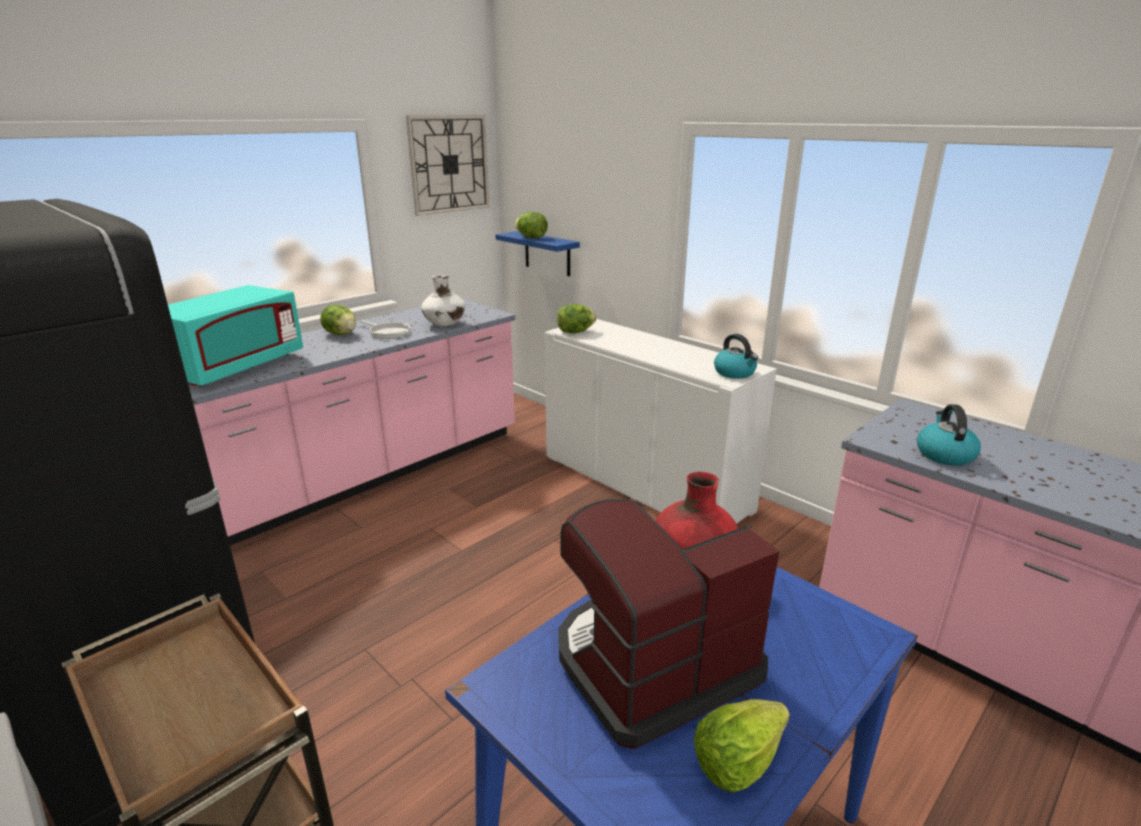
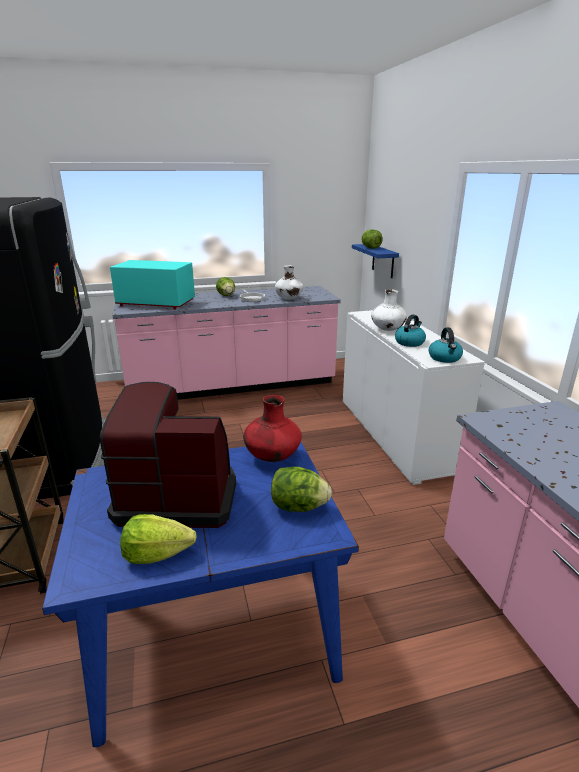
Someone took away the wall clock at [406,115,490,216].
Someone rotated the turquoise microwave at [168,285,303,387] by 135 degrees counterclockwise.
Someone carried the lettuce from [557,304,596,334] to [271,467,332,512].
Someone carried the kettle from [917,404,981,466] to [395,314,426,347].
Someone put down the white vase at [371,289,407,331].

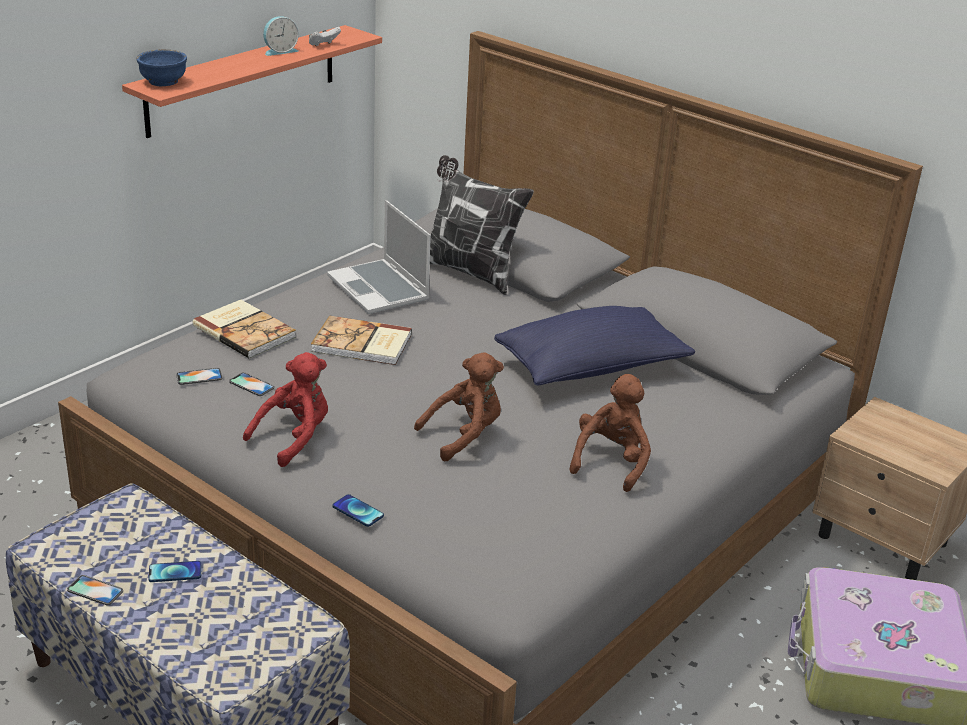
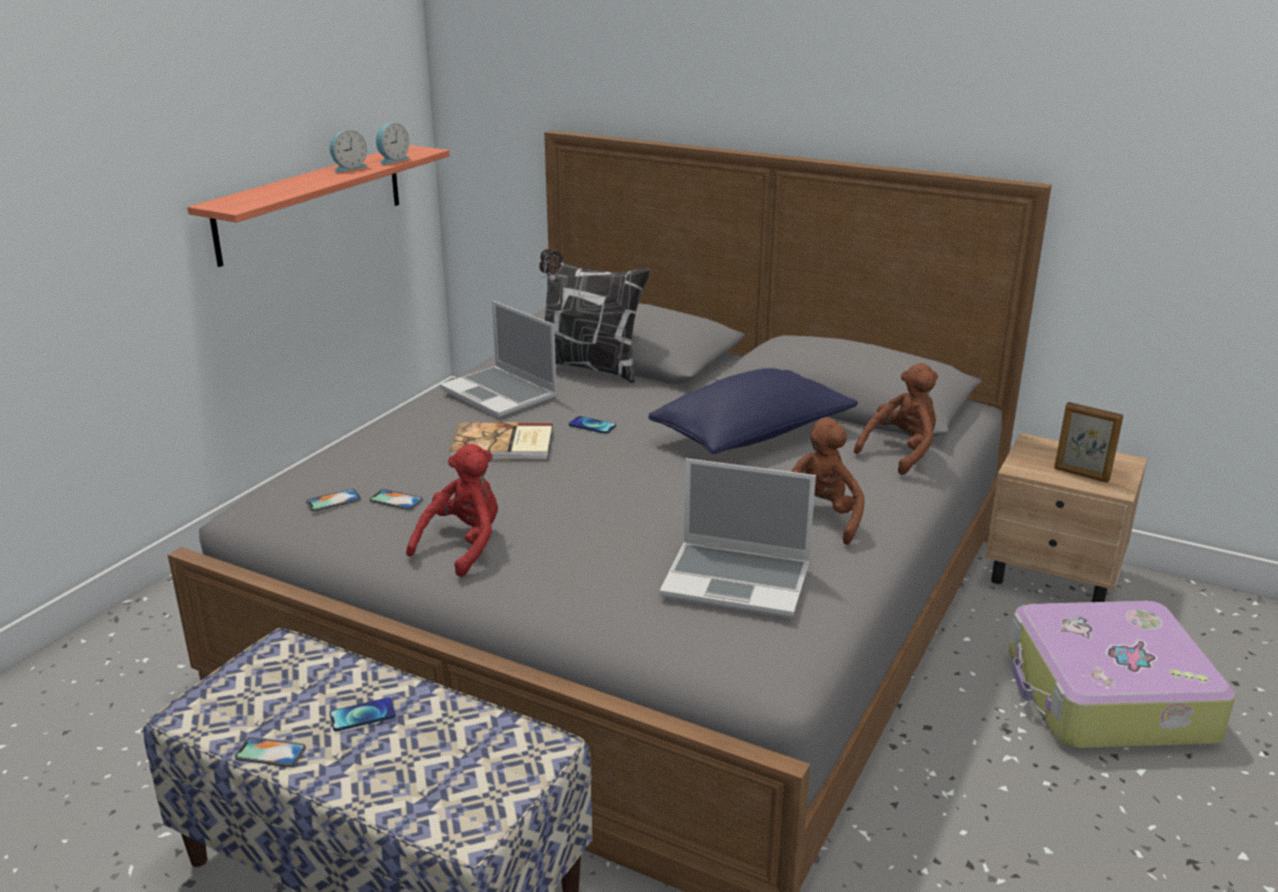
Someone swapped the white game controller at [309,27,341,46] for the alarm clock at [376,123,410,164].
Someone took away the blue bowl at [136,49,187,86].
Someone took away the book at [193,300,296,359].
Someone carried the brown plush toy from [414,352,504,461] to [854,363,938,475].
Someone carried the phone from [332,494,384,527] to [569,416,616,434].
Someone put down the picture frame at [1054,402,1123,483].
Someone put down the laptop at [660,458,816,618].

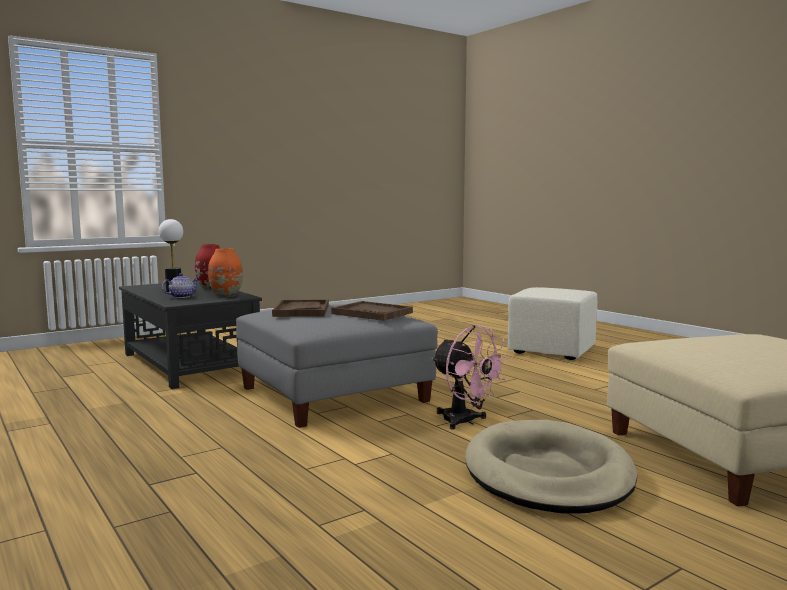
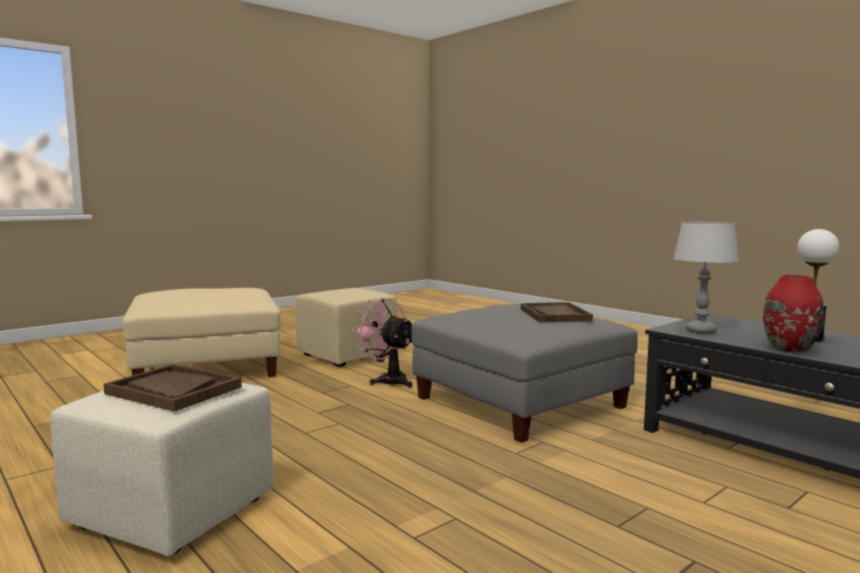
Someone swapped the orange vase at [208,248,243,297] for the grey table lamp at [673,222,739,334].
Someone took away the teapot at [162,273,199,298].
Someone carried the brown tray from [331,301,413,321] to [103,364,242,412].
Someone swapped the beige dog bed at [465,420,637,514] for the beige ottoman at [296,288,398,366].

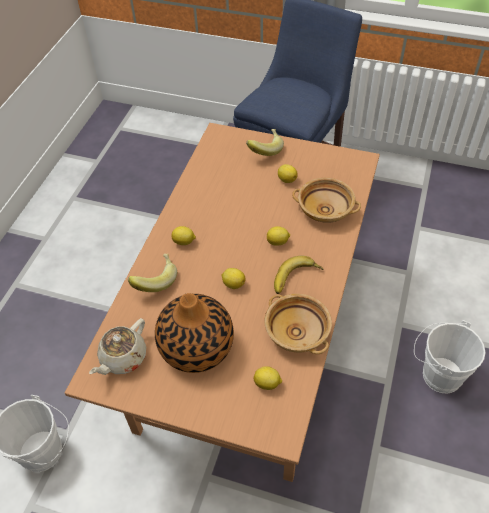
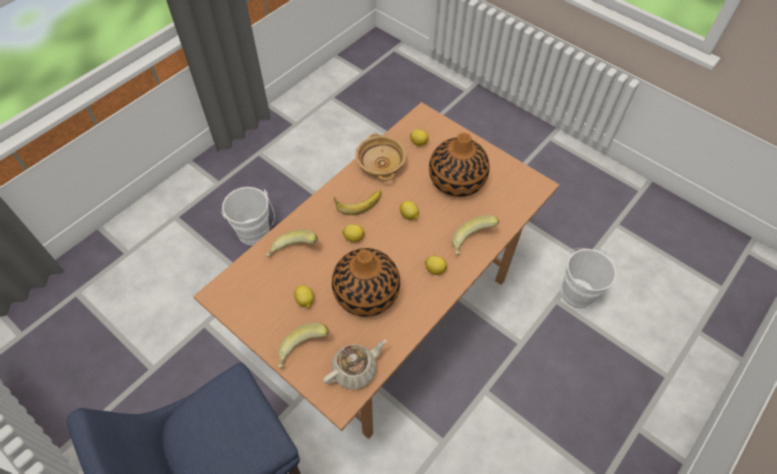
Someone swapped the beige bowl at [292,178,361,223] for the banana at [265,229,318,256].
Someone carried the beige teapot from [89,318,146,375] to [323,340,387,389].
Someone put down the vase at [332,248,400,317].

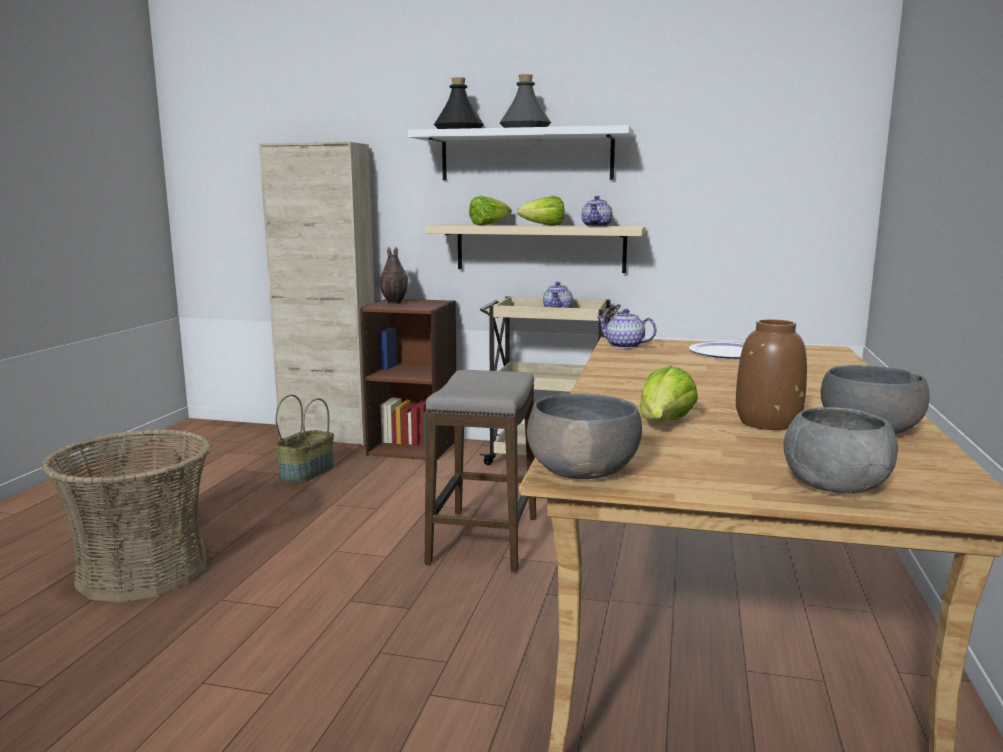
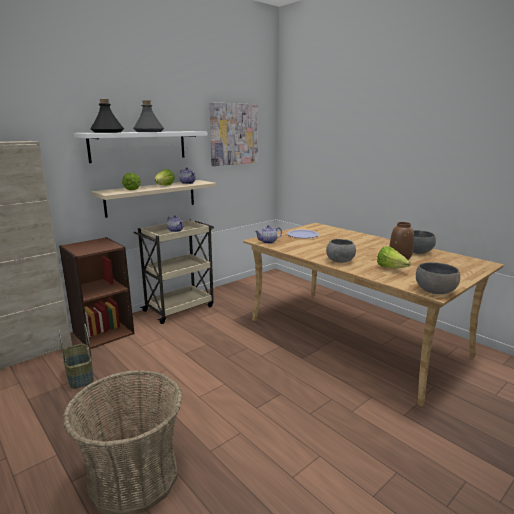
Someone took away the vase at [380,247,408,304].
Someone took away the stool at [425,370,536,573].
Someone carried the grey bowl from [784,407,898,494] to [326,239,356,263].
Someone put up the picture at [209,102,258,166].

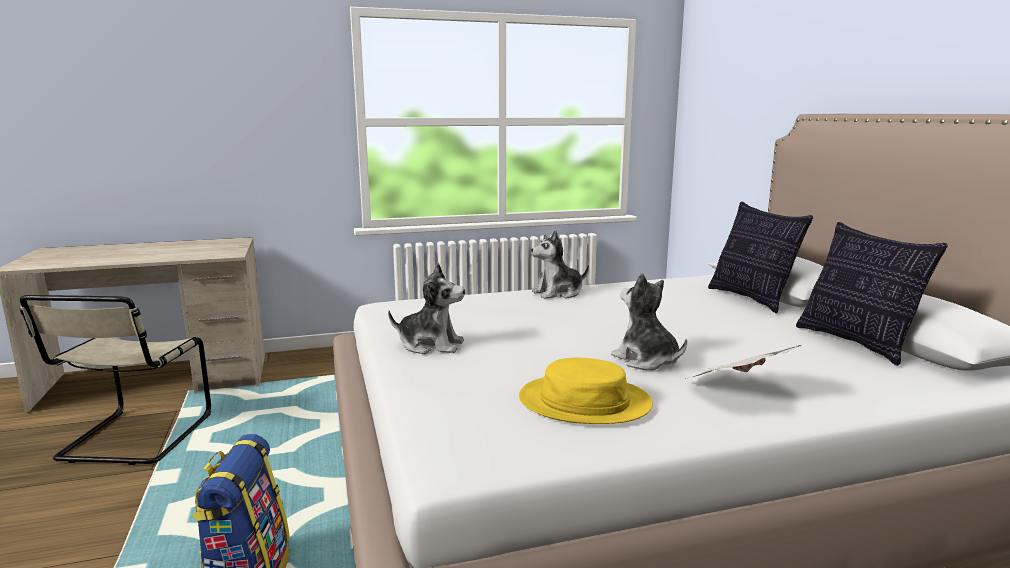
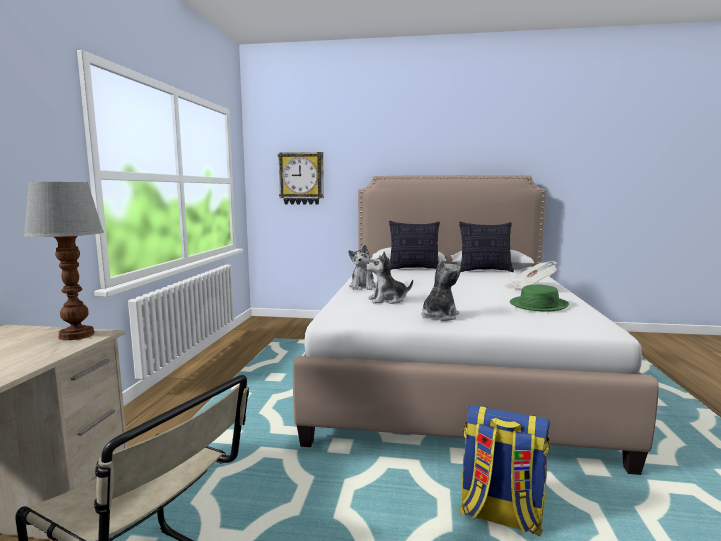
Someone carried the plush toy from [611,273,687,370] to [366,251,413,304].
Someone repainted the yellow hat at [519,358,653,424], which became the green hat at [510,285,569,312].
Someone put up the wall clock at [278,152,324,205].
Someone put down the table lamp at [23,182,104,340].

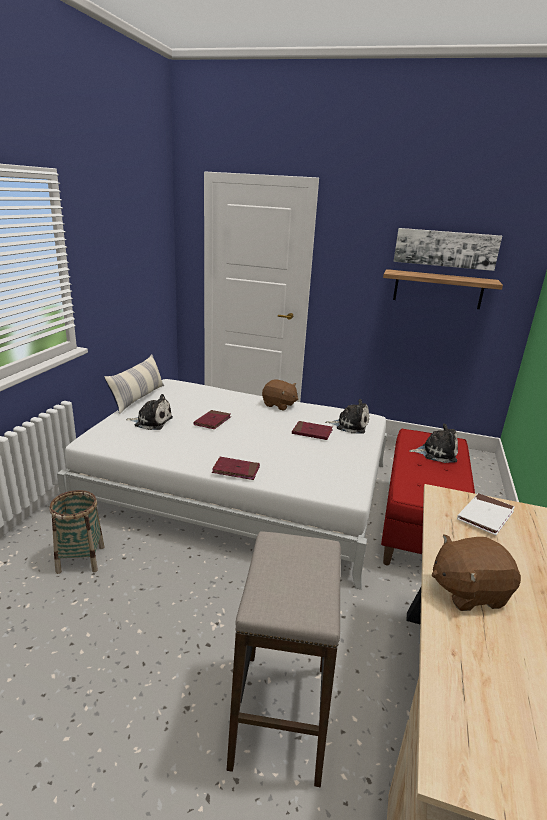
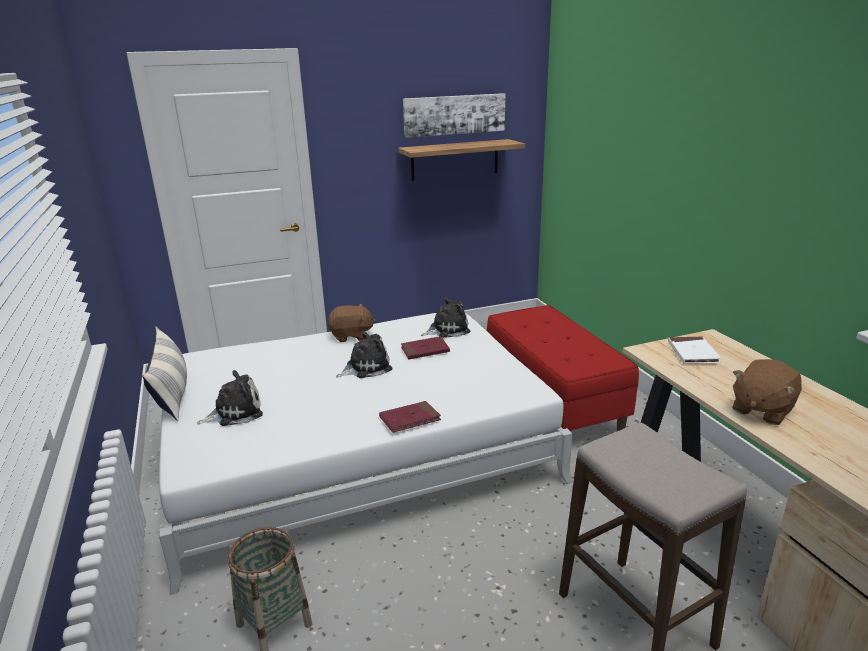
Someone took away the red book at [194,410,231,429].
Someone carried the plush toy from [409,424,458,463] to [336,331,392,378].

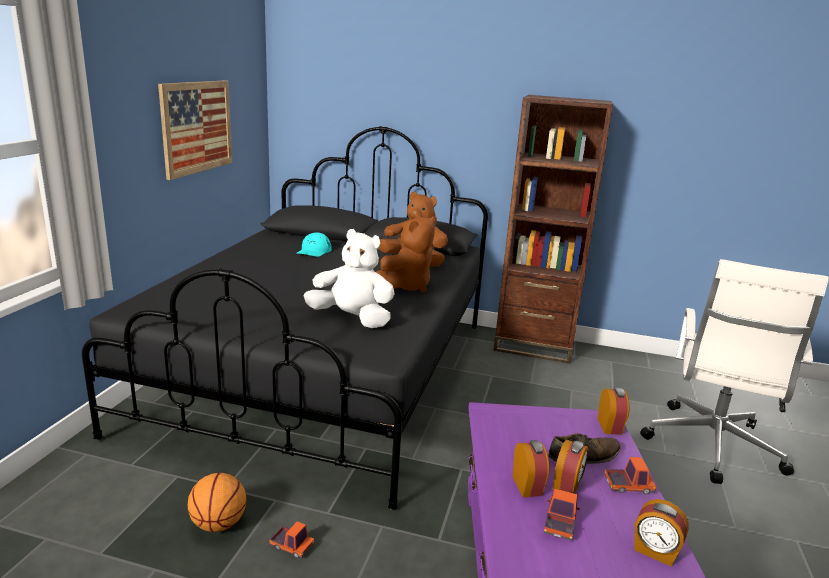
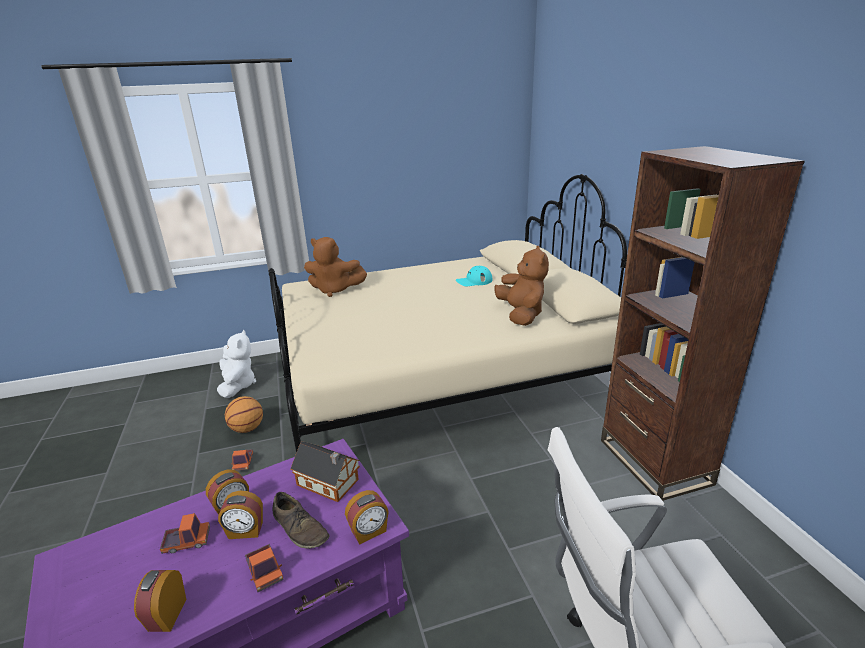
Someone took away the picture at [158,80,232,180].
Someone repainted the black bed at [82,126,488,510], which became the beige bed at [269,174,627,453].
Someone carried the brown plush toy from [376,216,437,293] to [304,237,367,297].
Someone carried the white plush toy from [304,229,395,328] to [217,330,256,398].
Someone put down the toy house at [290,441,360,502].

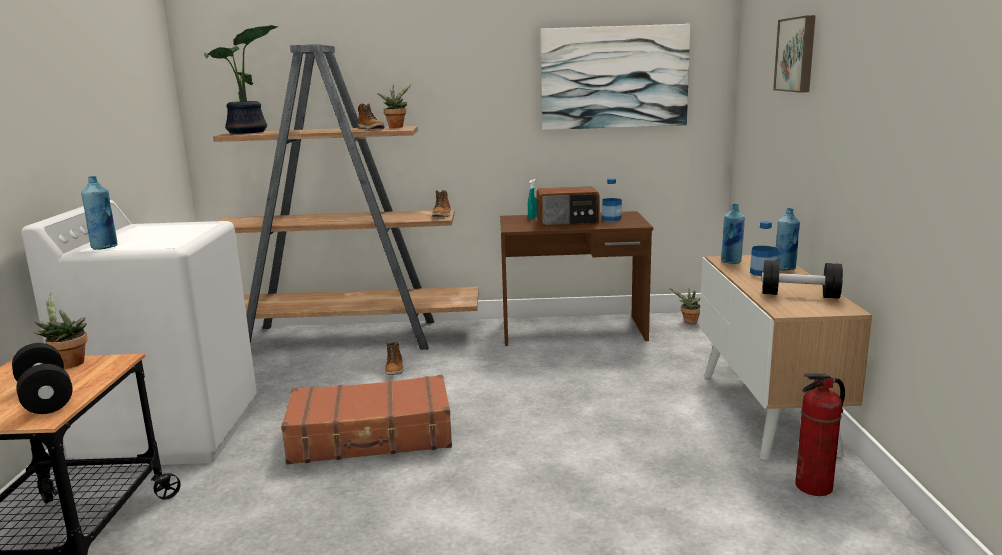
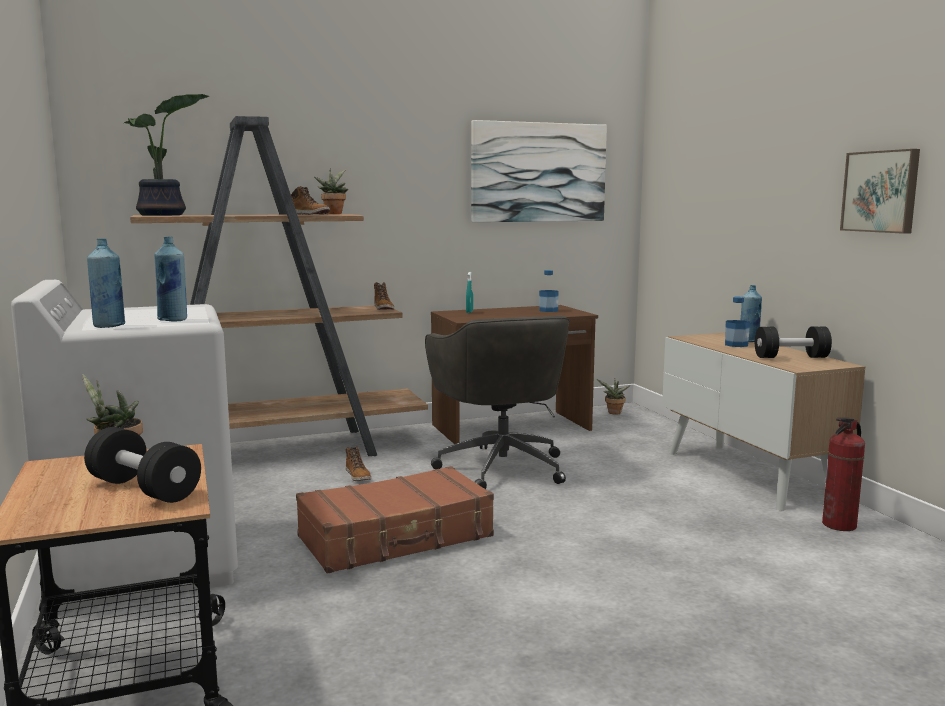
Someone carried the picture from [773,15,816,93] to [840,149,920,234].
Someone took away the radio at [536,186,599,227].
Someone carried the blue bottle from [721,204,745,264] to [154,236,187,322].
Someone put down the grey office chair at [425,315,570,489].

